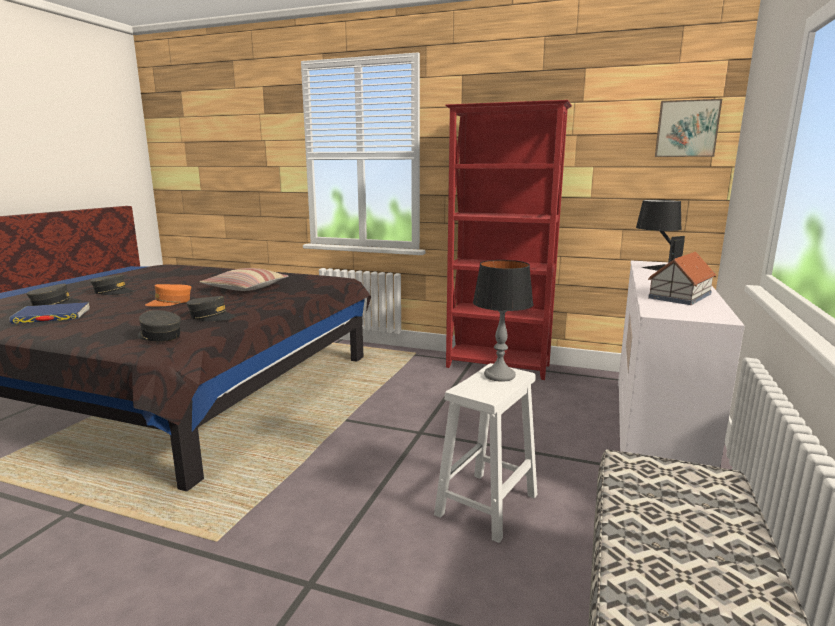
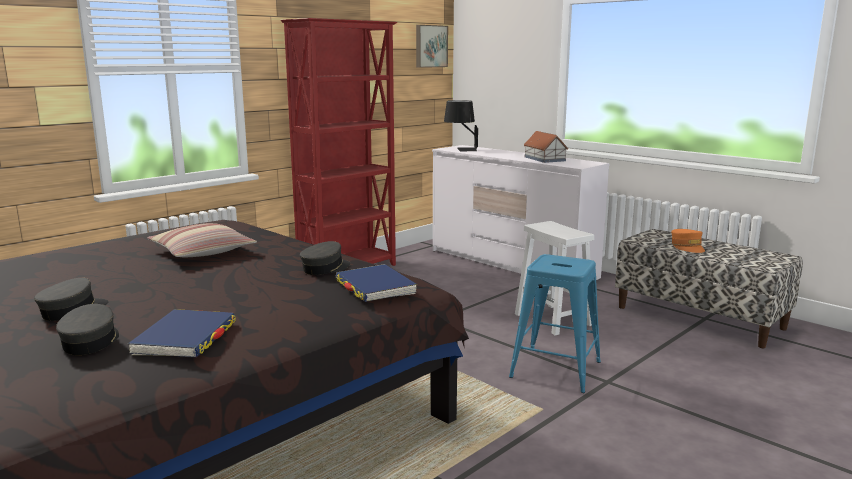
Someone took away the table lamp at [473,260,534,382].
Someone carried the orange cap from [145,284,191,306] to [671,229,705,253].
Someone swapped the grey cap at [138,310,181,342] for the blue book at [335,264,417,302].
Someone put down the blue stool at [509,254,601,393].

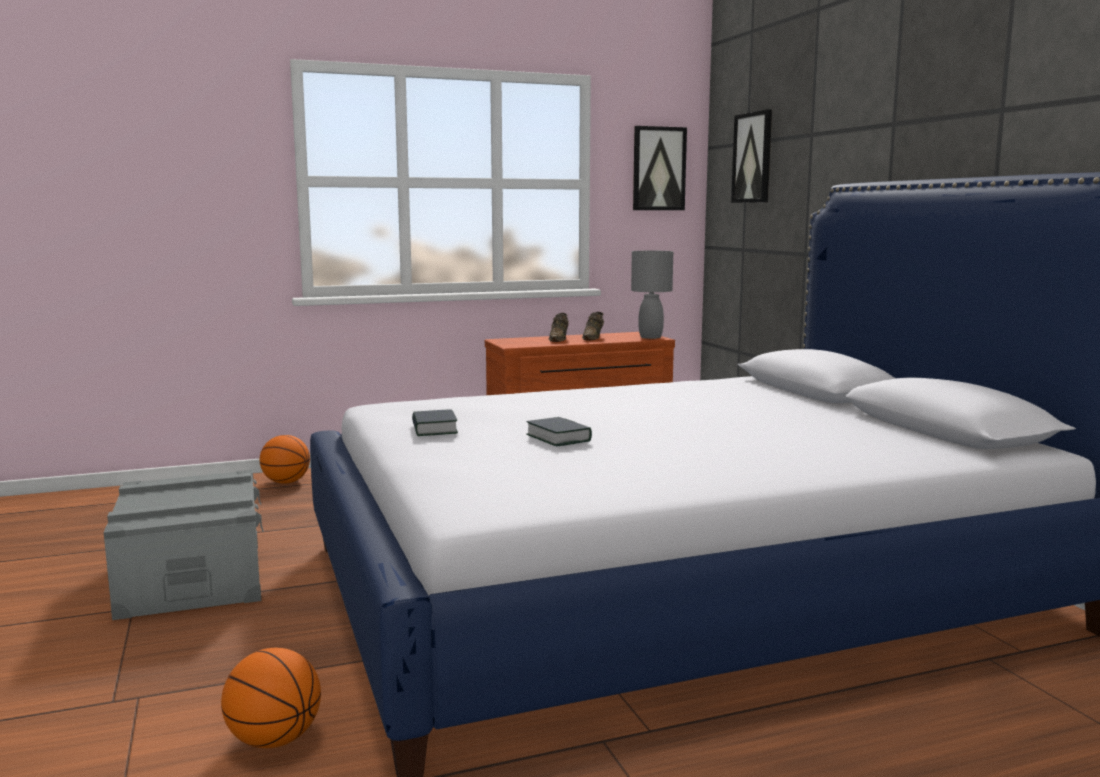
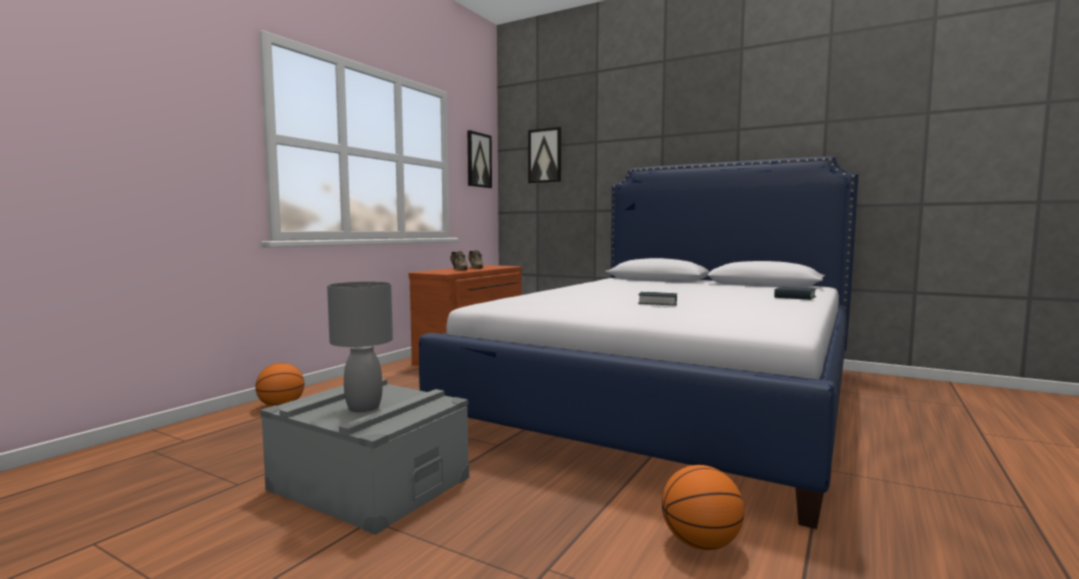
Someone carried the grey table lamp from [631,251,673,339] to [327,281,393,412].
Someone carried the book from [412,409,458,436] to [774,287,816,300].

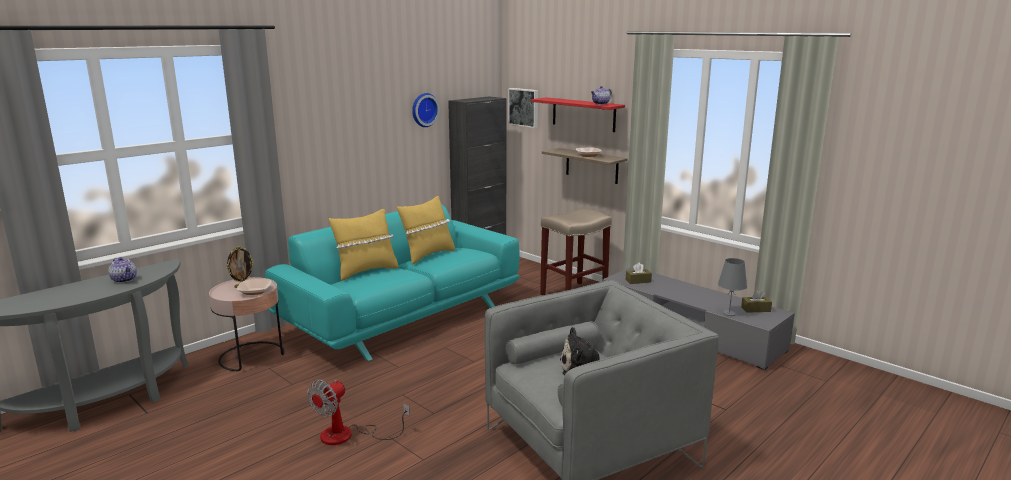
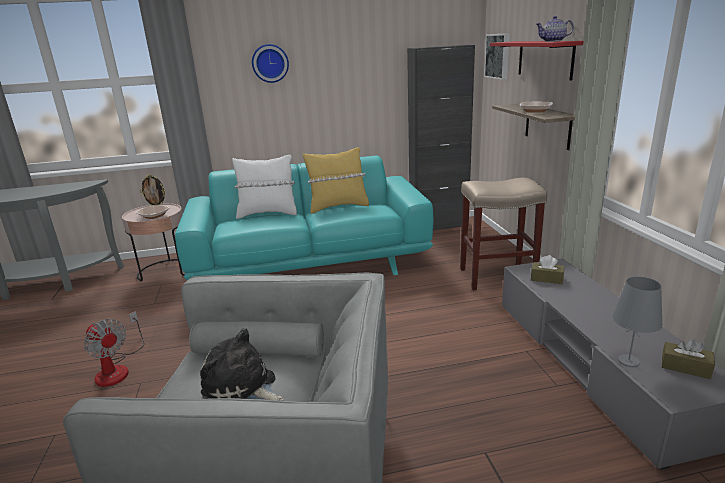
Someone carried the wall clock from [412,93,440,127] to [252,44,289,83].
Someone repainted the yellow pillow at [329,209,398,281], which became the white pillow at [232,155,297,219].
Someone took away the teapot at [108,257,137,283].
Someone rotated the fan at [307,380,410,445] by 120 degrees counterclockwise.

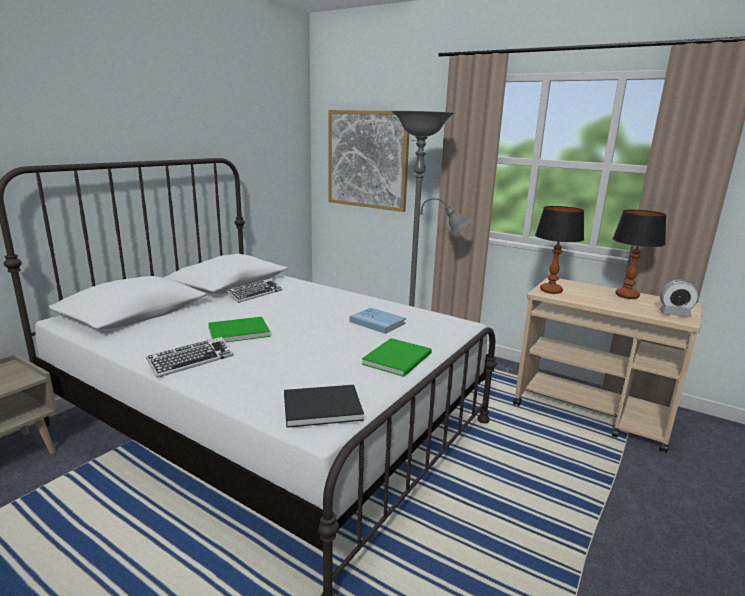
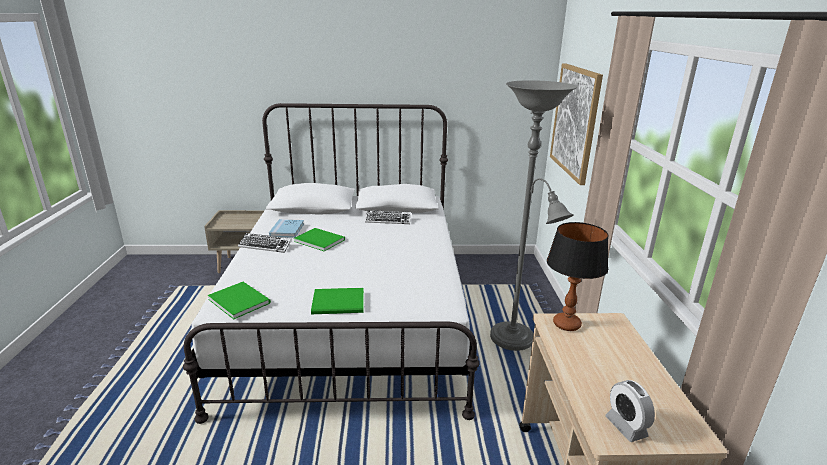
Someone took away the table lamp at [612,210,666,299].
Someone carried the blue book from [349,308,406,334] to [269,219,304,238].
Someone repainted the black book at [284,385,364,428], which became the green book at [208,282,271,319].

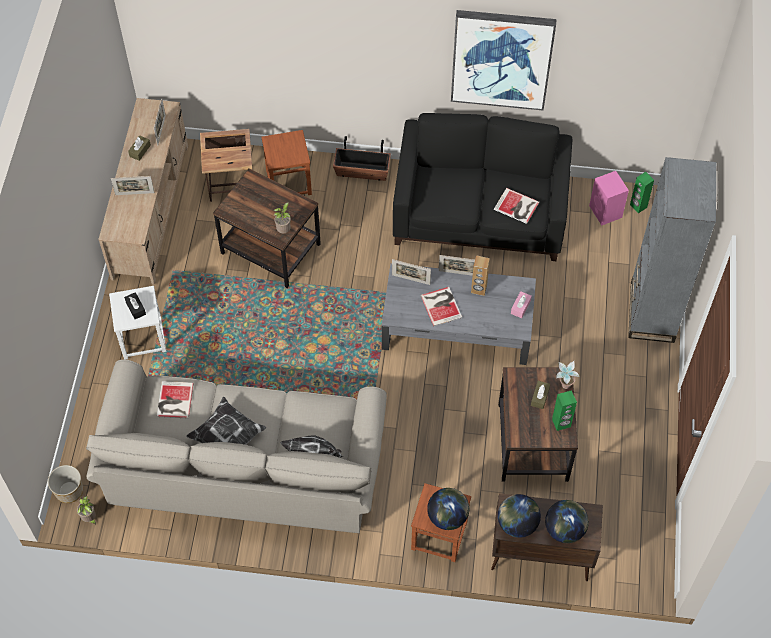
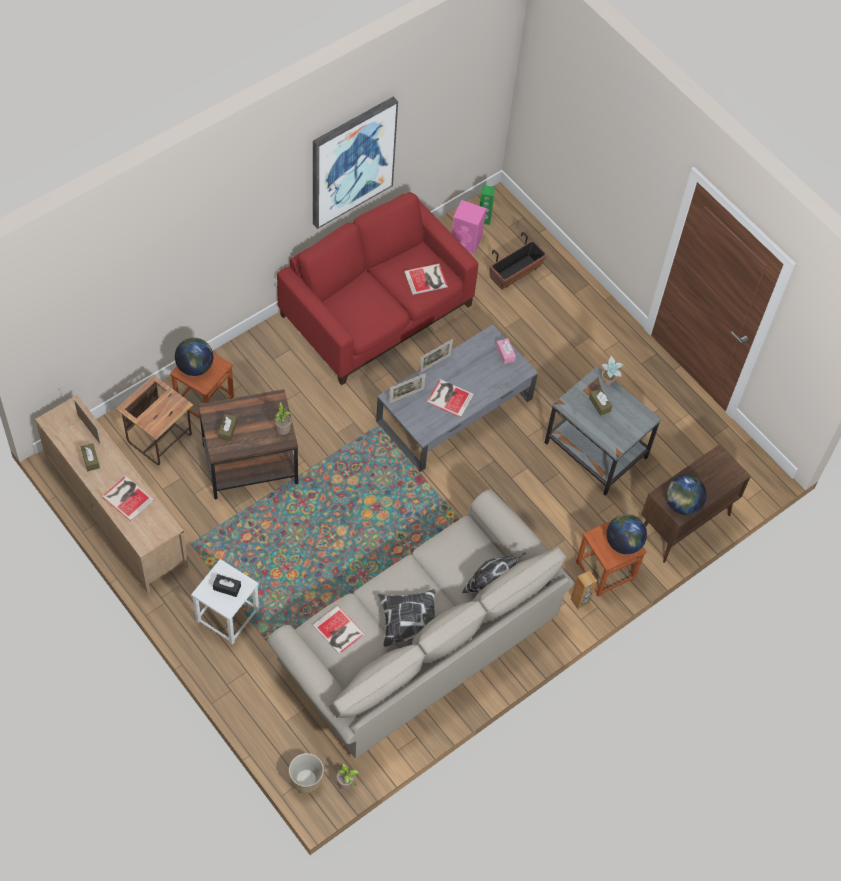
Someone repainted the black sofa at [393,113,572,261], which became the red sofa at [277,192,478,385].
Someone carried the planter from [333,136,391,181] to [490,232,547,290].
Someone took away the grey bookcase at [628,157,716,343].
Someone swapped the picture frame at [111,176,155,195] for the book at [102,476,154,521].
Someone carried the brown speaker from [471,255,490,296] to [571,570,597,609].
Someone repainted the brown side table at [498,367,578,482], which became the grey side table at [544,366,661,496].
Someone took away the green speaker at [552,390,577,431].
Someone carried the globe from [545,500,589,543] to [175,338,213,376].
Someone put down the brown tissue box at [218,414,237,441].

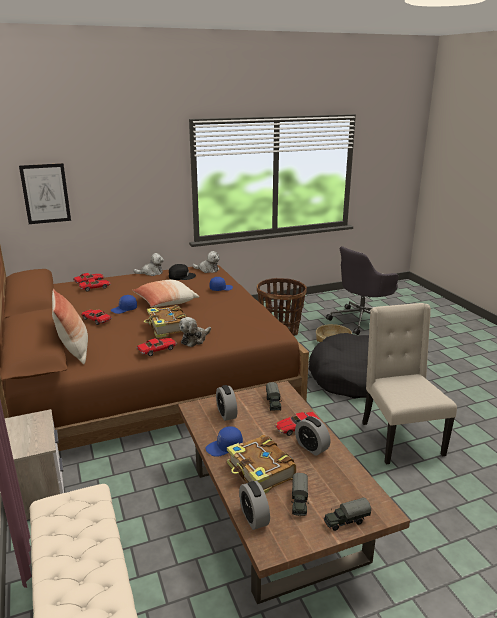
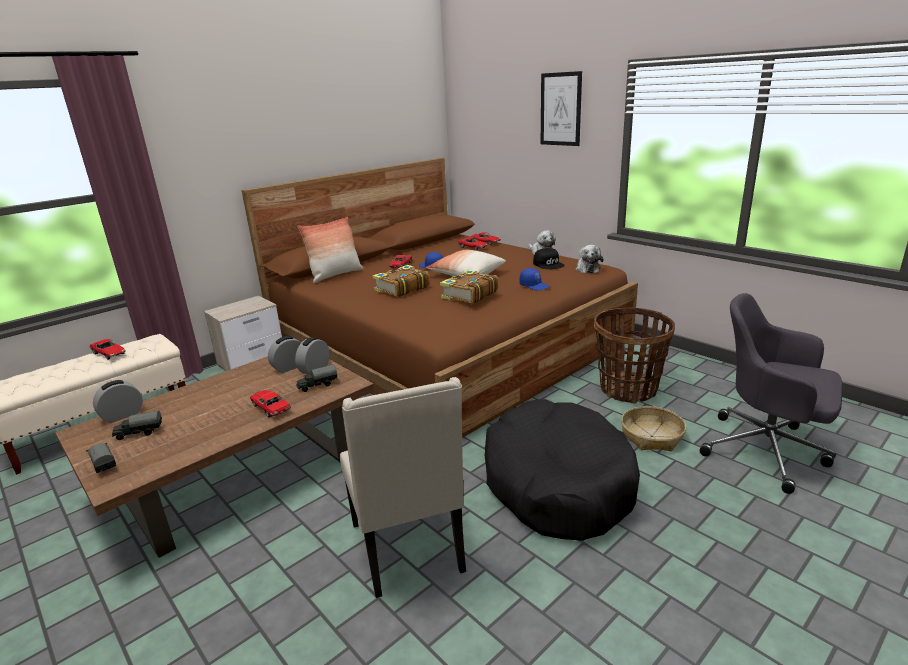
Someone carried the picture from [19,163,71,224] to [541,71,582,146].
Someone rotated the beige chair at [362,303,457,464] by 105 degrees clockwise.
Someone took away the plush toy at [179,317,211,347].
Someone carried the toy car from [137,338,177,356] to [89,339,125,360].
Someone carried the alarm clock from [295,416,331,456] to [295,337,330,374].
Someone took away the blue cap at [205,426,243,457].
Someone carried the book from [227,435,296,493] to [440,270,499,304].

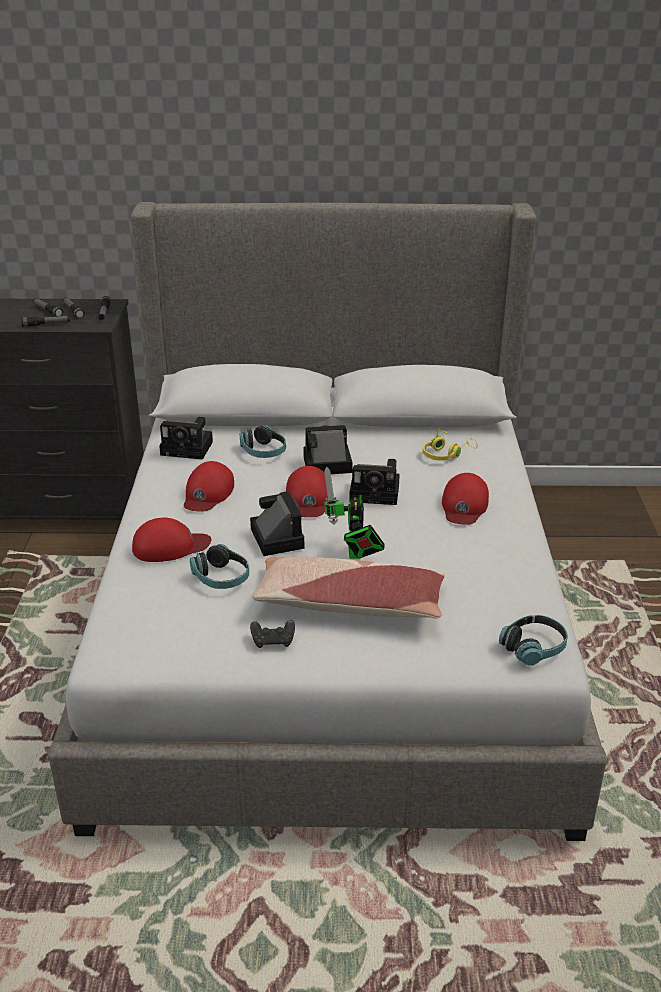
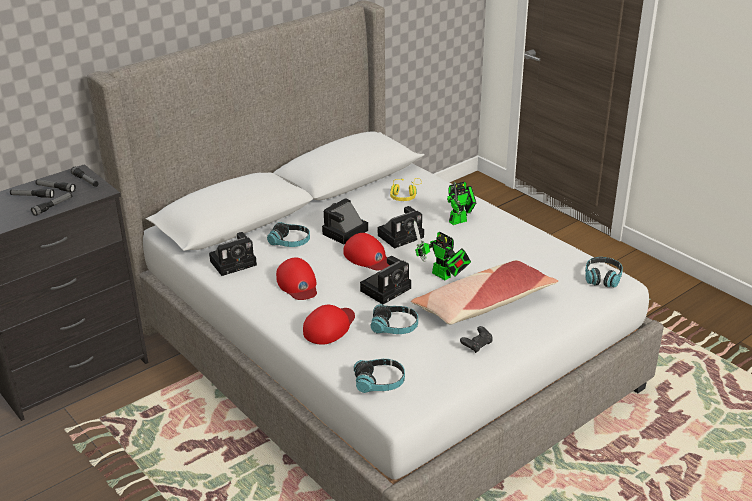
Someone swapped the red cap at [442,473,489,525] for the toy robot at [447,182,476,225].
Someone rotated the photo camera at [250,491,304,556] by 105 degrees clockwise.
Someone put down the headphones at [354,359,405,393].

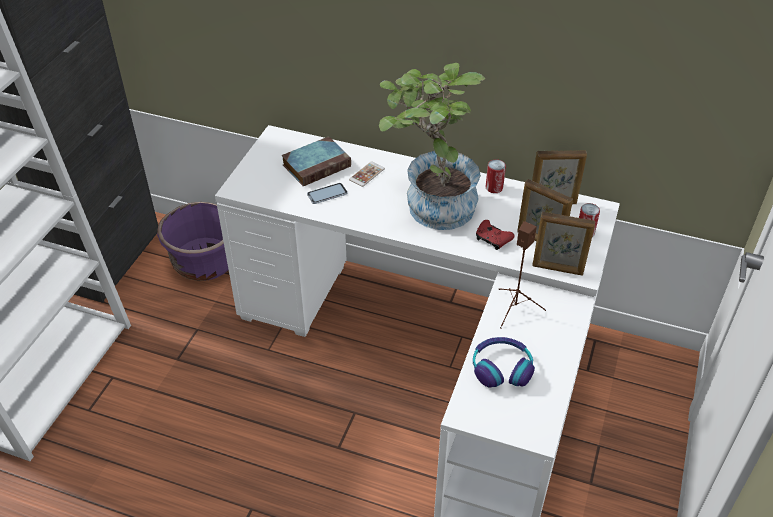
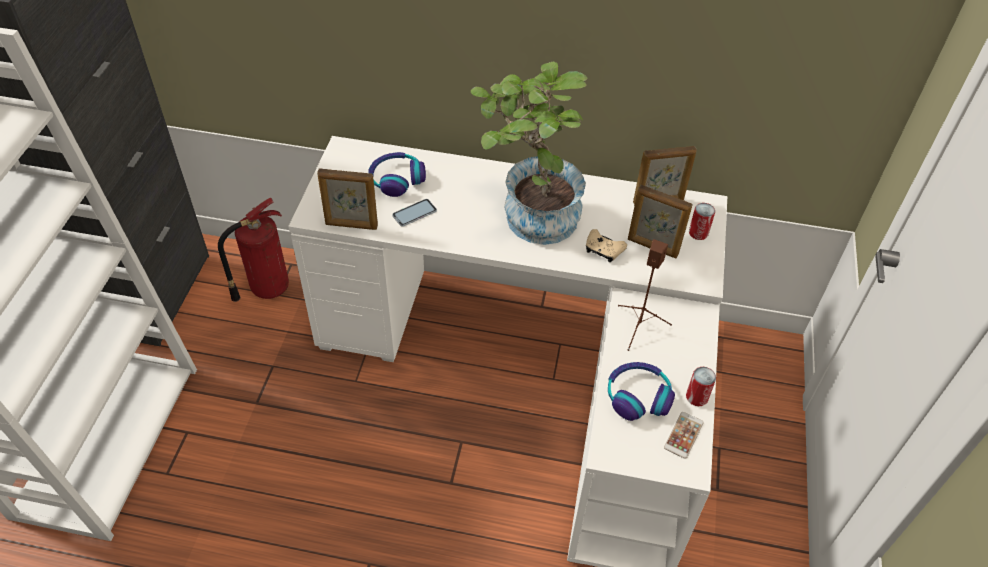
Someone swapped the book at [281,136,351,186] for the headphones at [369,152,426,197].
Someone carried the can from [486,159,506,193] to [686,367,716,406].
Someone carried the phone from [349,161,385,187] to [664,412,704,459].
Someone swapped the purple planter at [157,202,228,281] for the fire extinguisher at [218,198,289,302].
Someone carried the picture frame from [532,212,595,275] to [317,168,378,230].
Someone repainted the red game controller at [476,220,515,250], which became the beige game controller at [586,229,627,262].

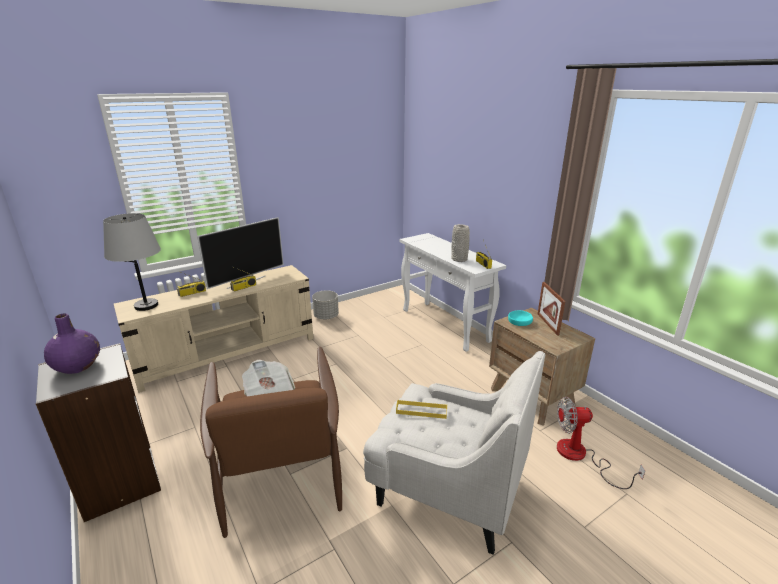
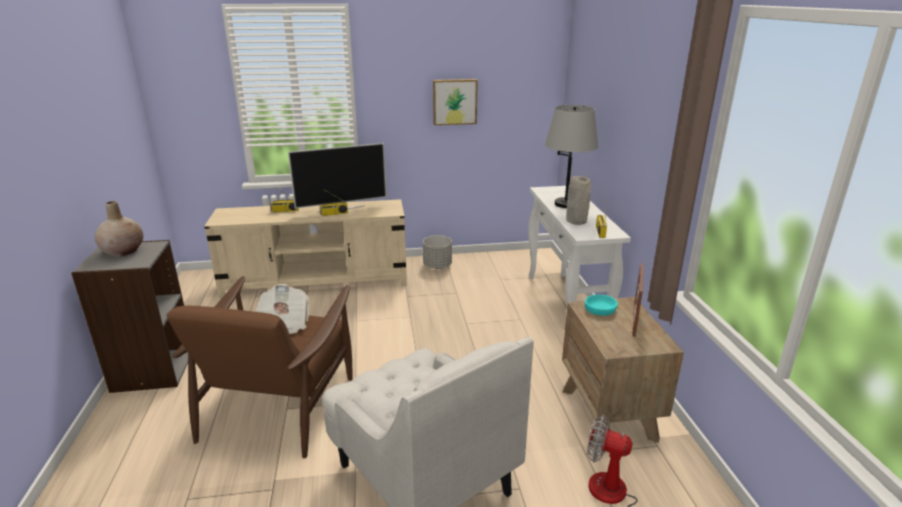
Someone carried the grey table lamp from [103,213,161,311] to [545,105,598,208].
Someone repainted the purple vase at [44,313,100,374], which became the beige vase at [95,201,144,257].
Someone took away the yellow tray at [396,400,447,419].
Someone put up the picture at [433,79,478,125].

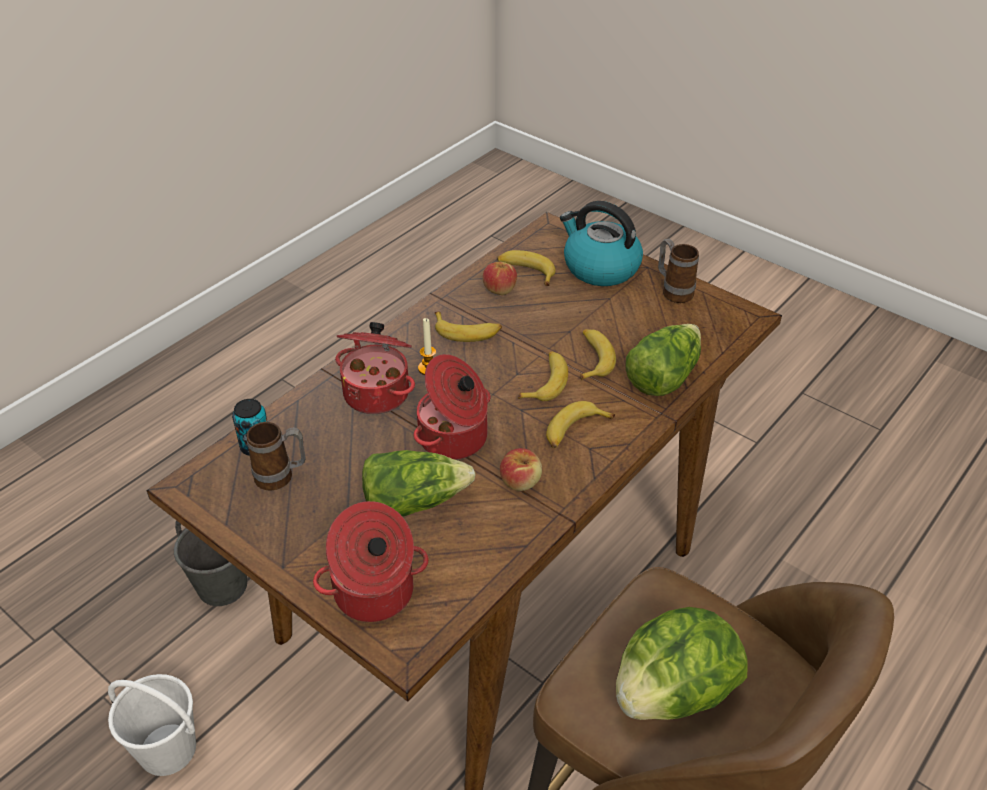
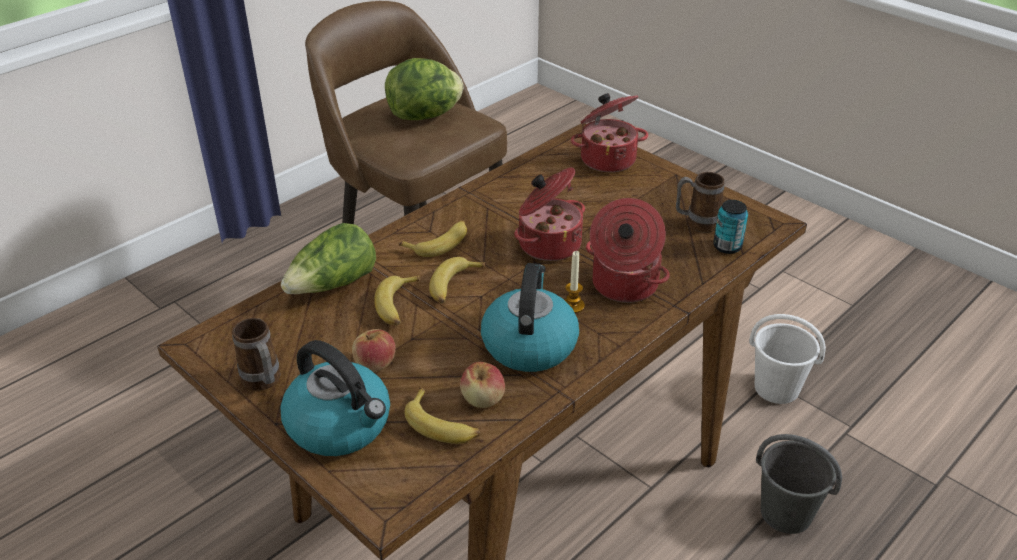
Someone swapped the banana at [435,311,502,342] for the kettle at [481,263,579,372].
Someone carried the apple from [500,448,542,491] to [352,329,396,372].
Someone took away the lettuce at [362,450,476,517].

